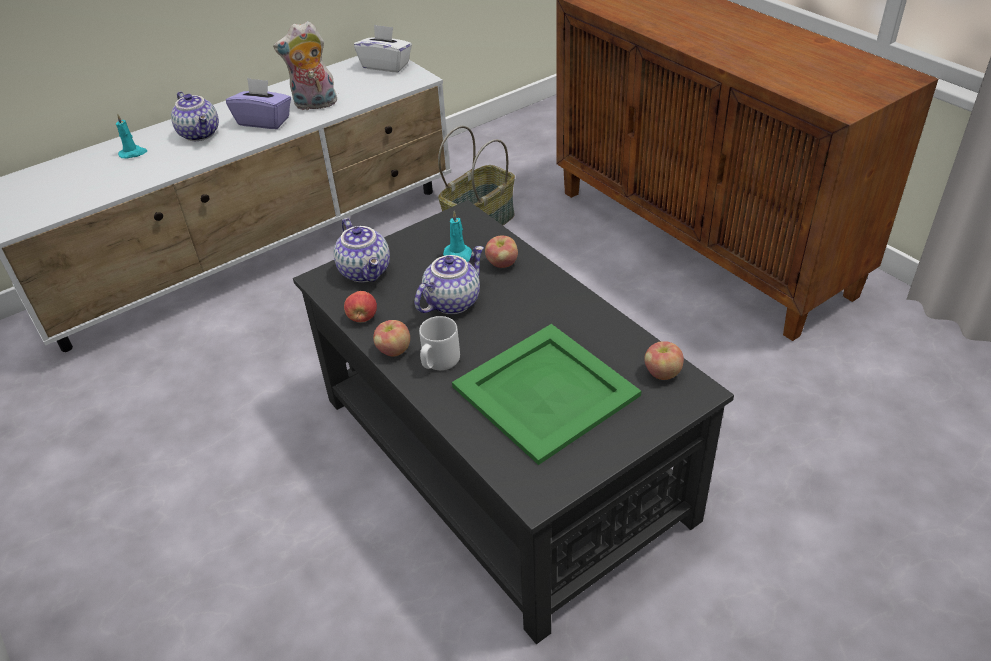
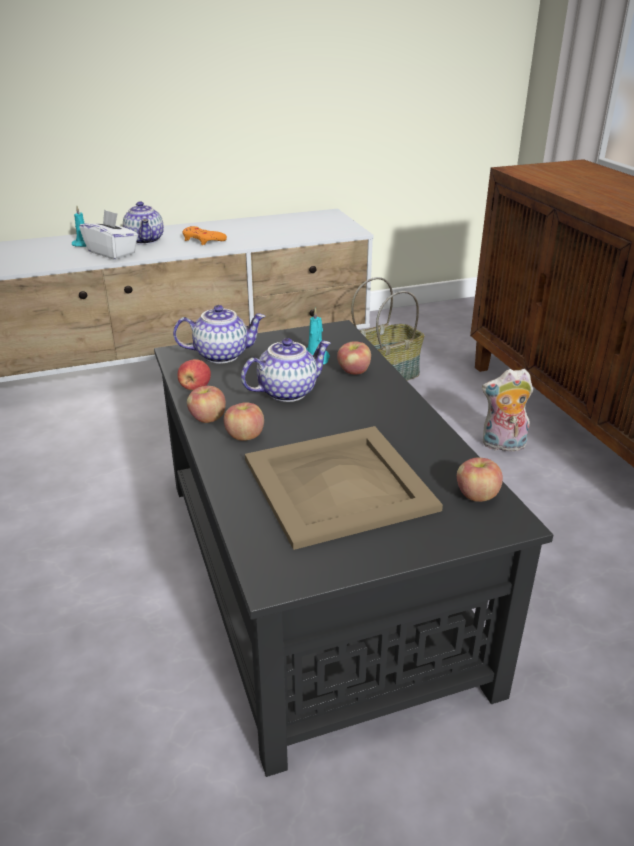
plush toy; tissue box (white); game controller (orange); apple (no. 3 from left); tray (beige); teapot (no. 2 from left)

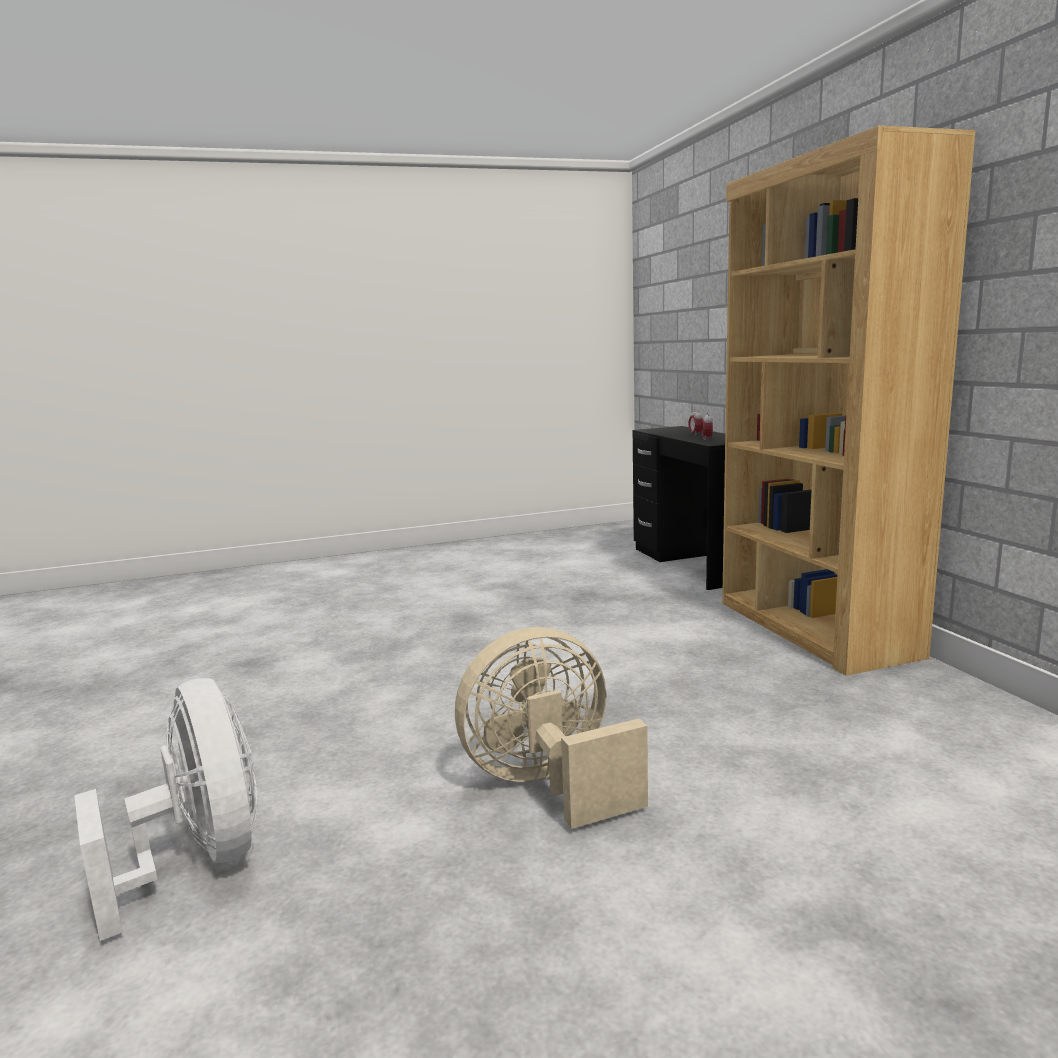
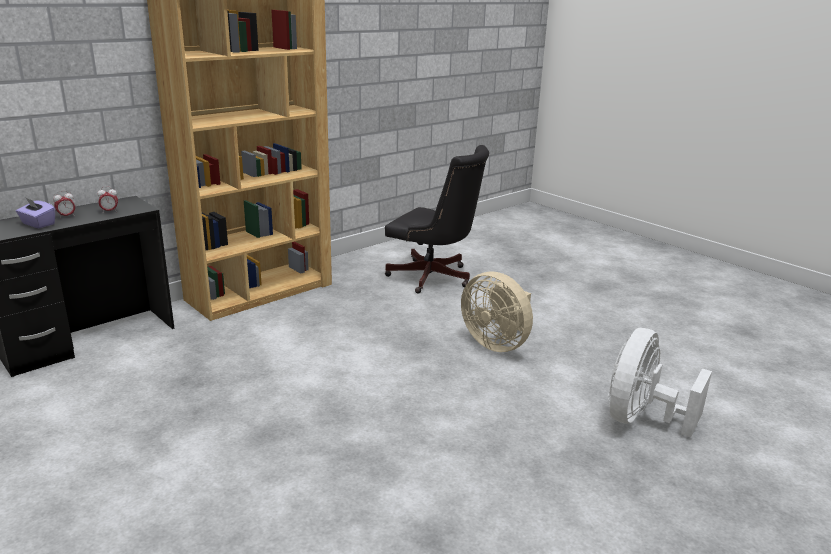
tissue box (purple); office chair (black)

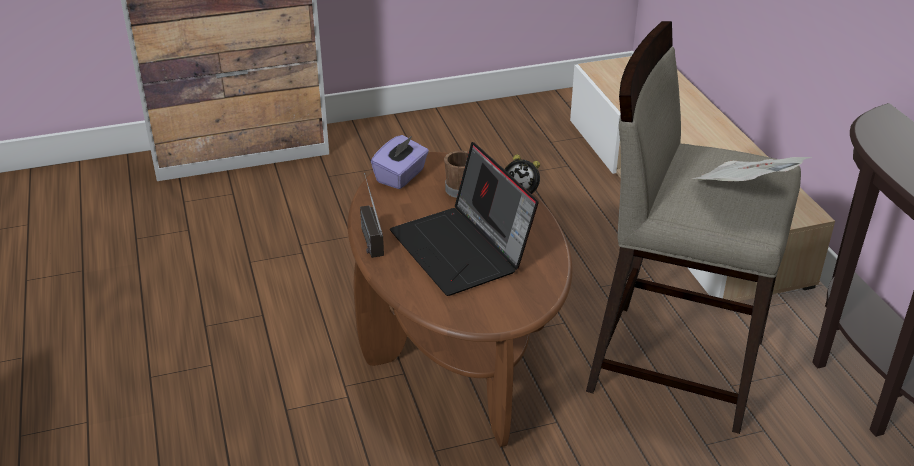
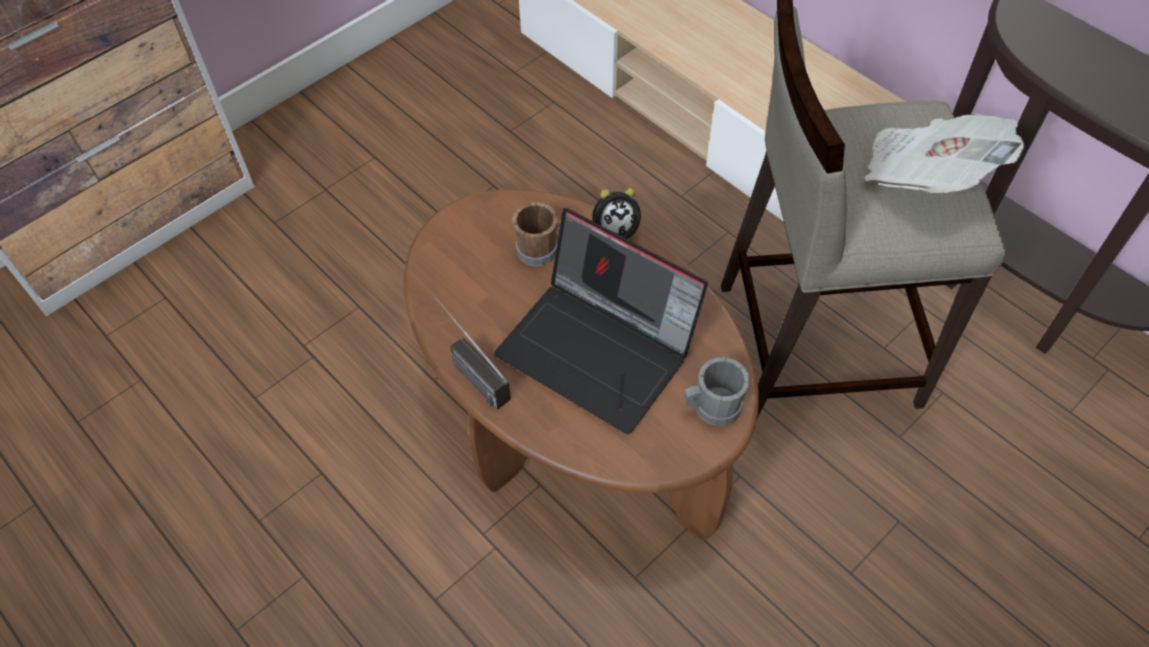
tissue box (purple); mug (grey)

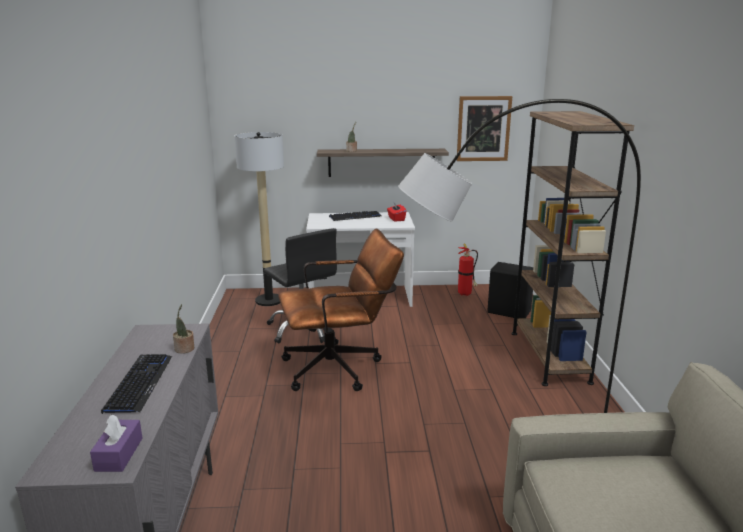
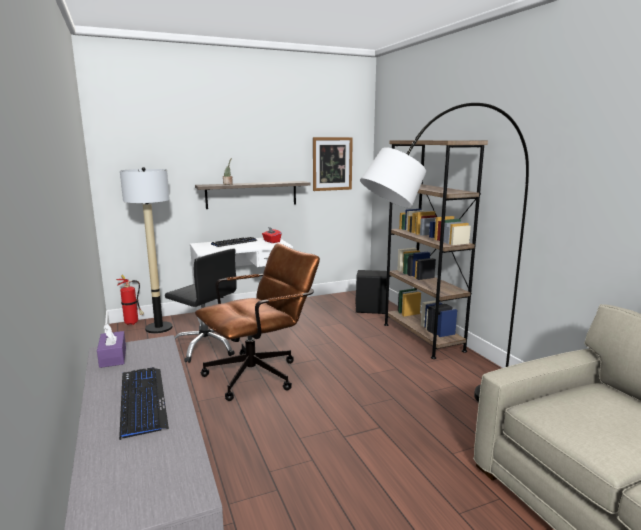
potted plant (no. 1 from left in the first image); tissue box (purple); fire extinguisher

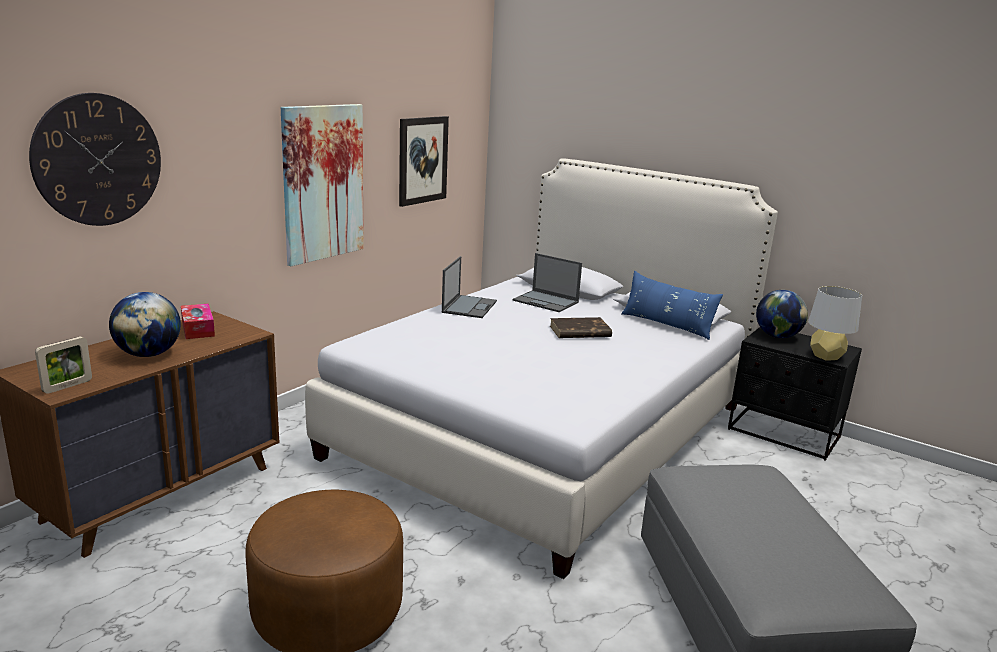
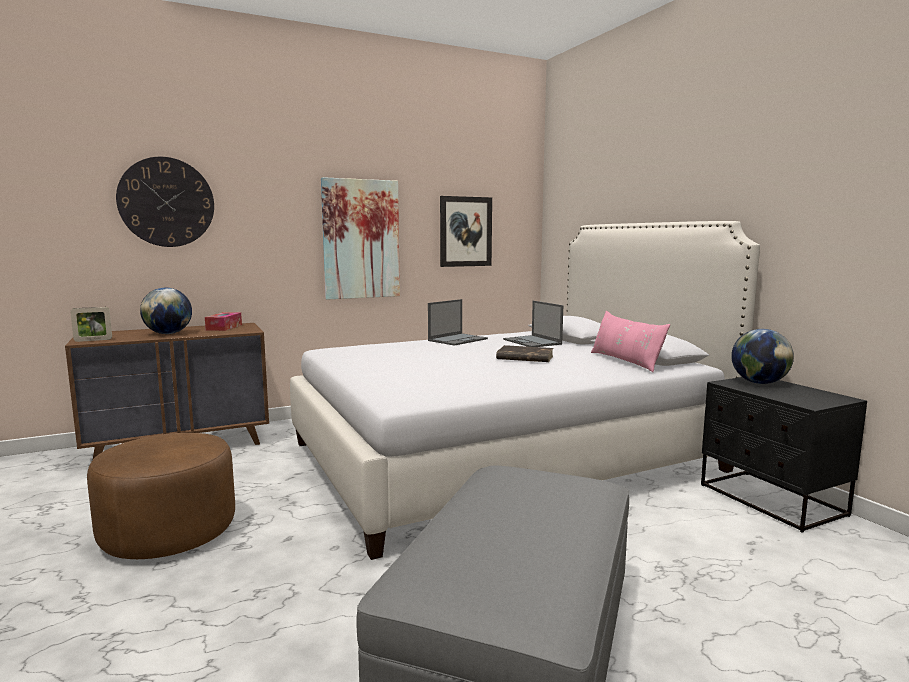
table lamp (grey); pillow (pink)

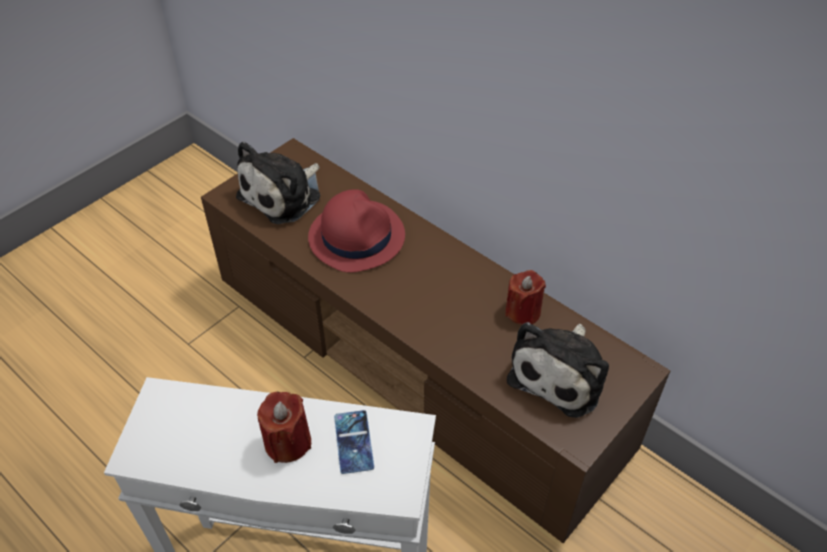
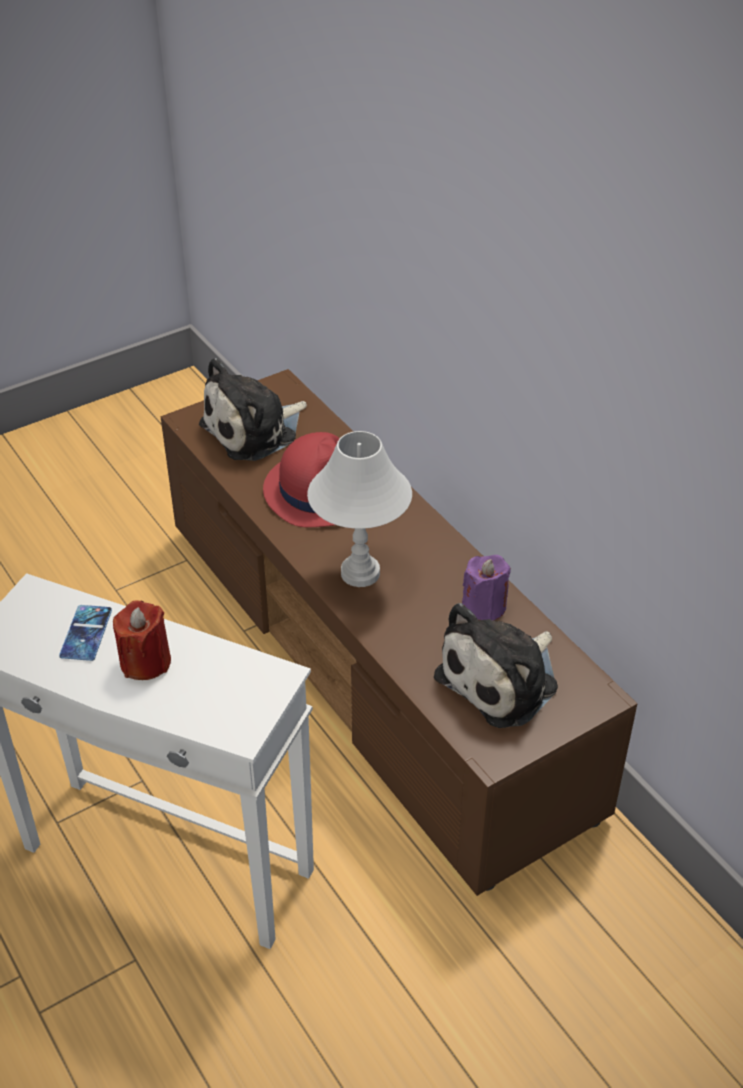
table lamp (white); phone; candle (purple)

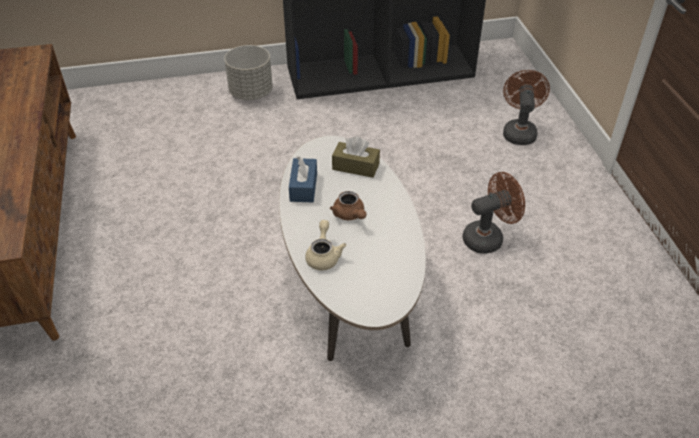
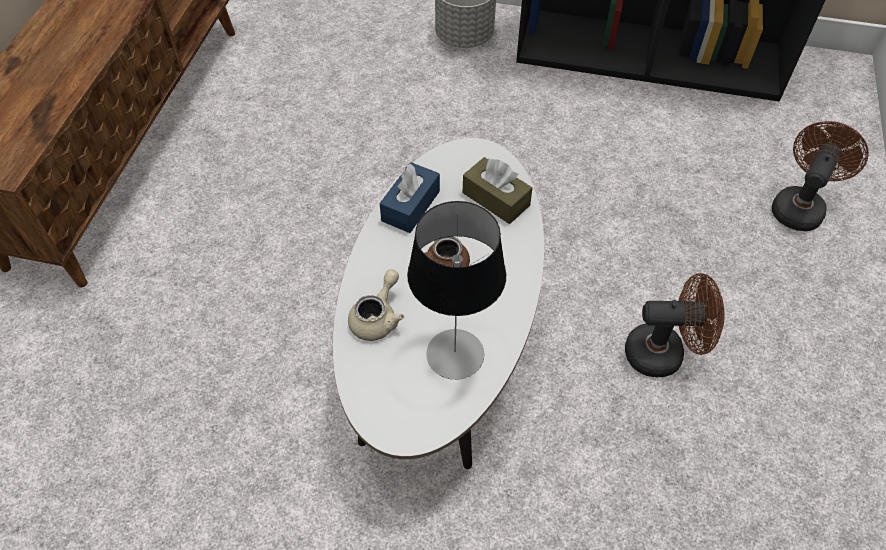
table lamp

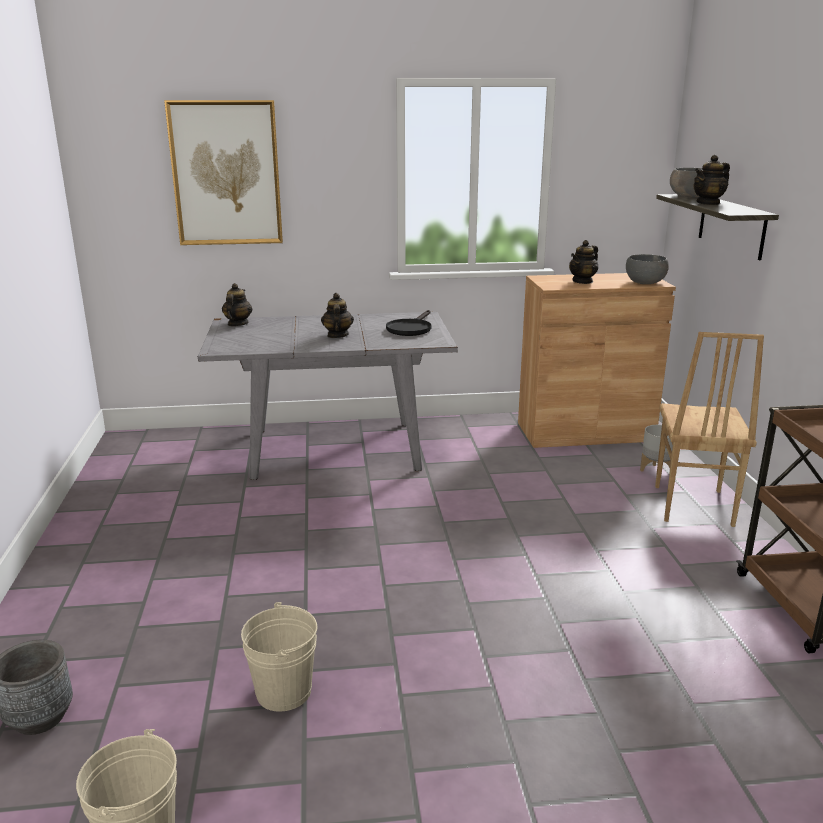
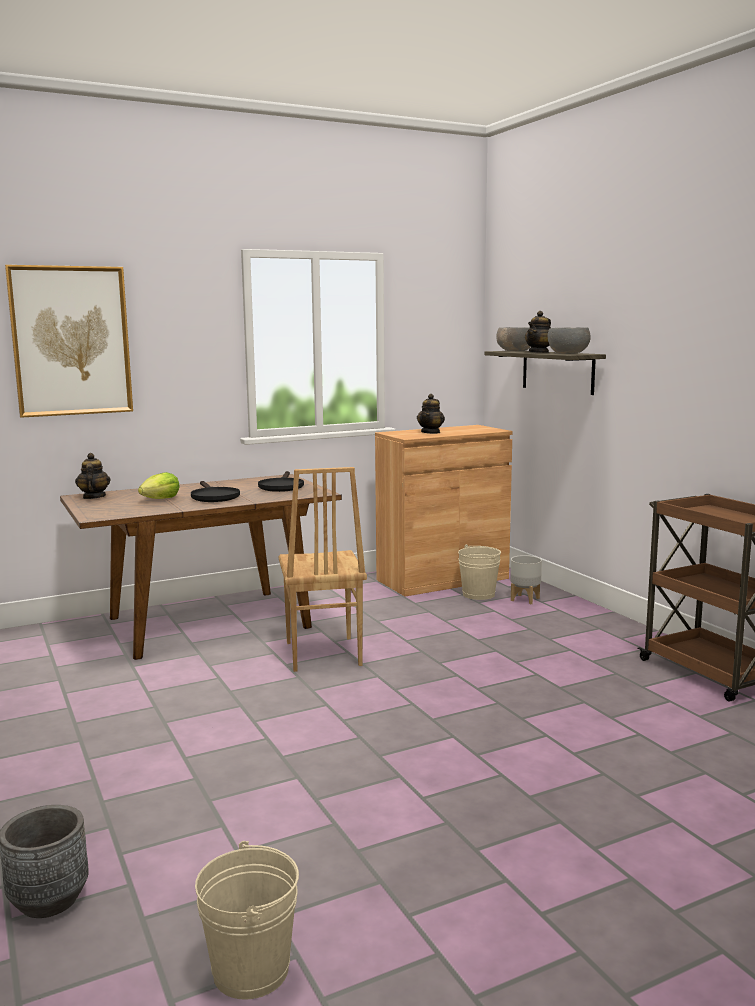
lettuce; bucket (beige) (no. 2 from left); bowl (grey) (no. 2 from left); chair (brown); frying pan (black) (no. 1 from left); dining table (brown)

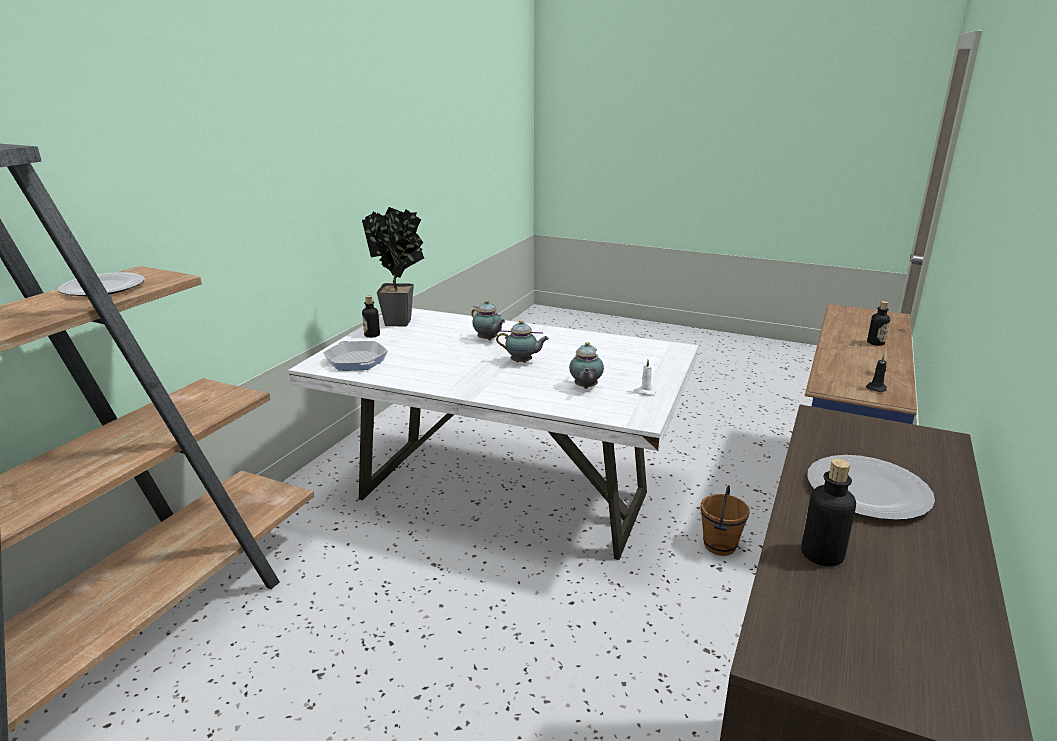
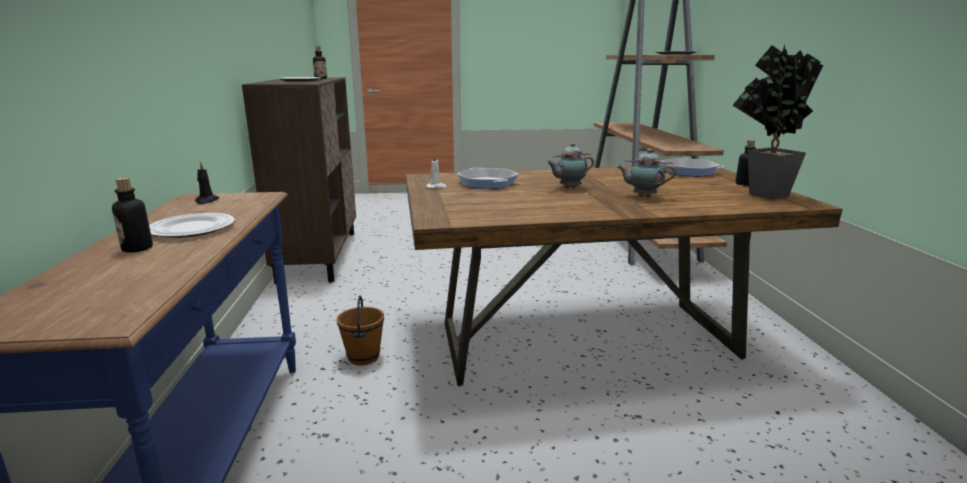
plate (no. 1 from left); frying pan (no. 1 from left); dining table (brown)

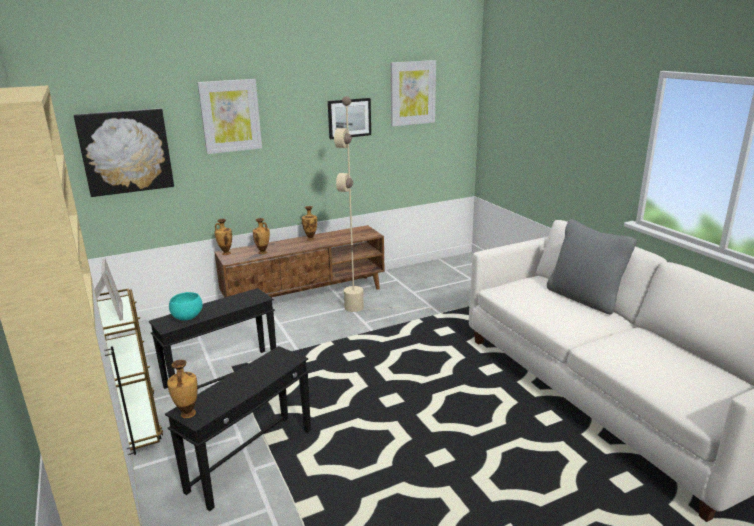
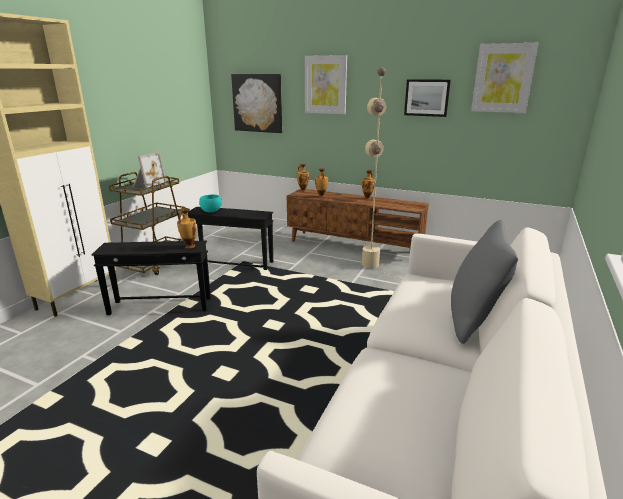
vase (no. 1 from left)

